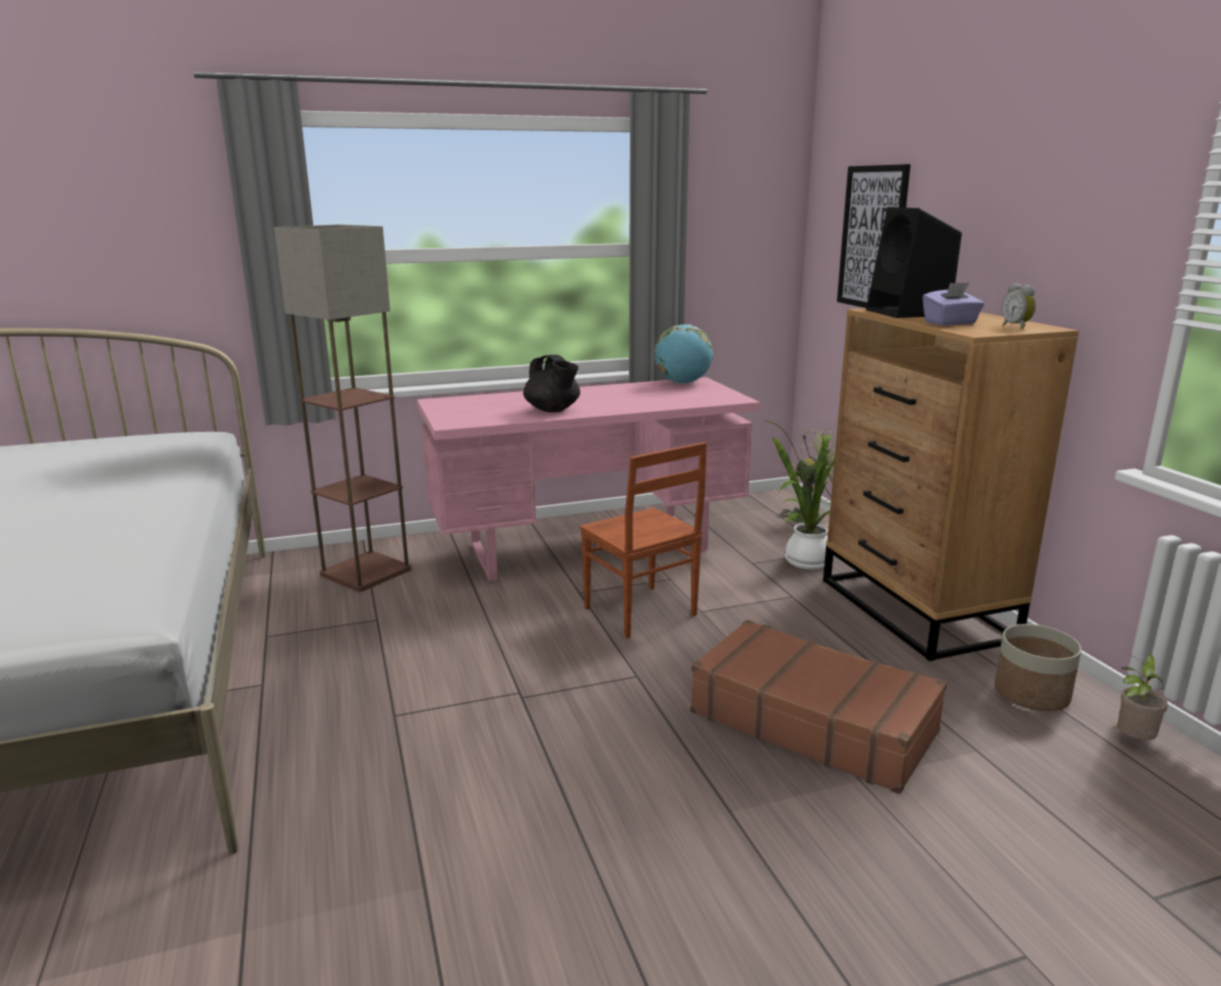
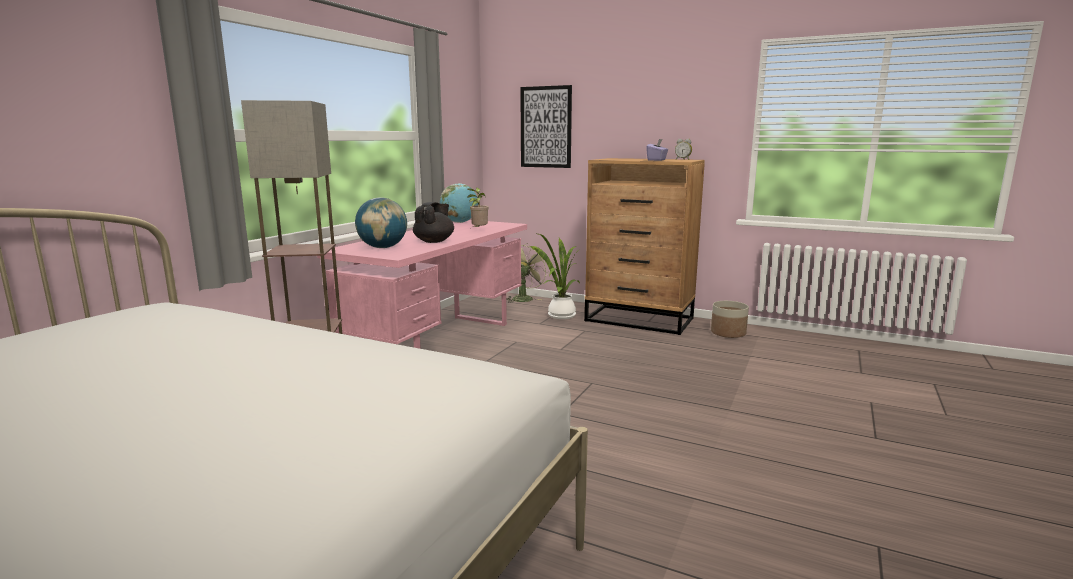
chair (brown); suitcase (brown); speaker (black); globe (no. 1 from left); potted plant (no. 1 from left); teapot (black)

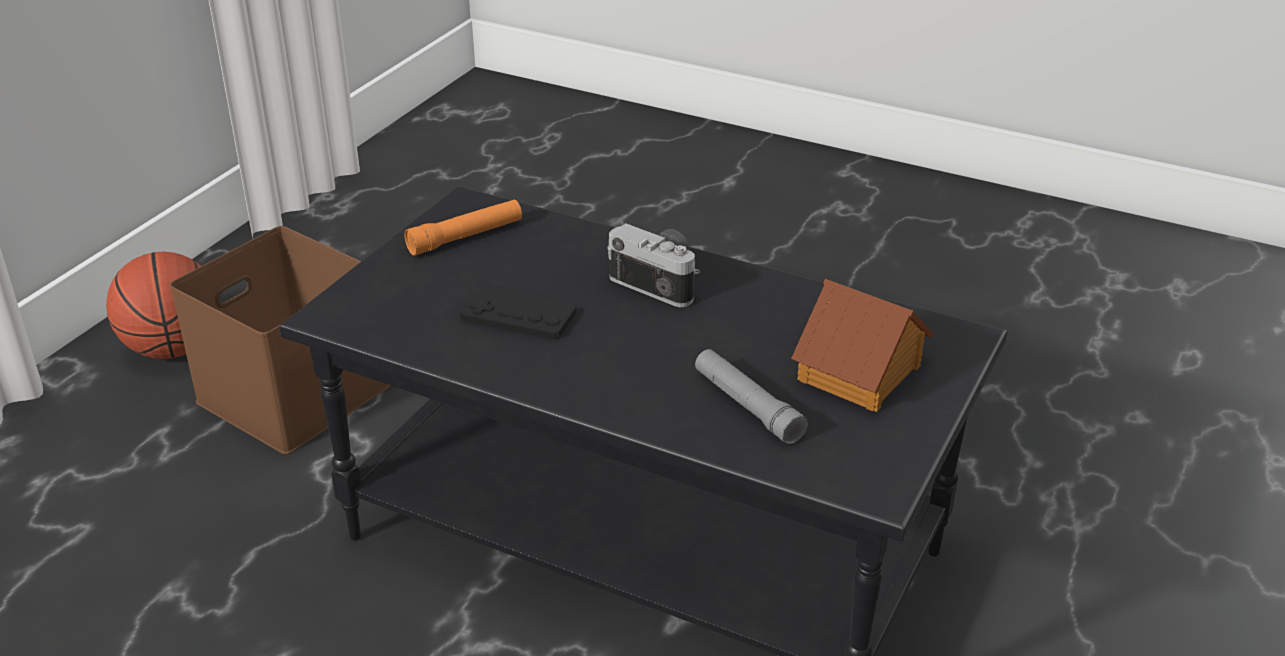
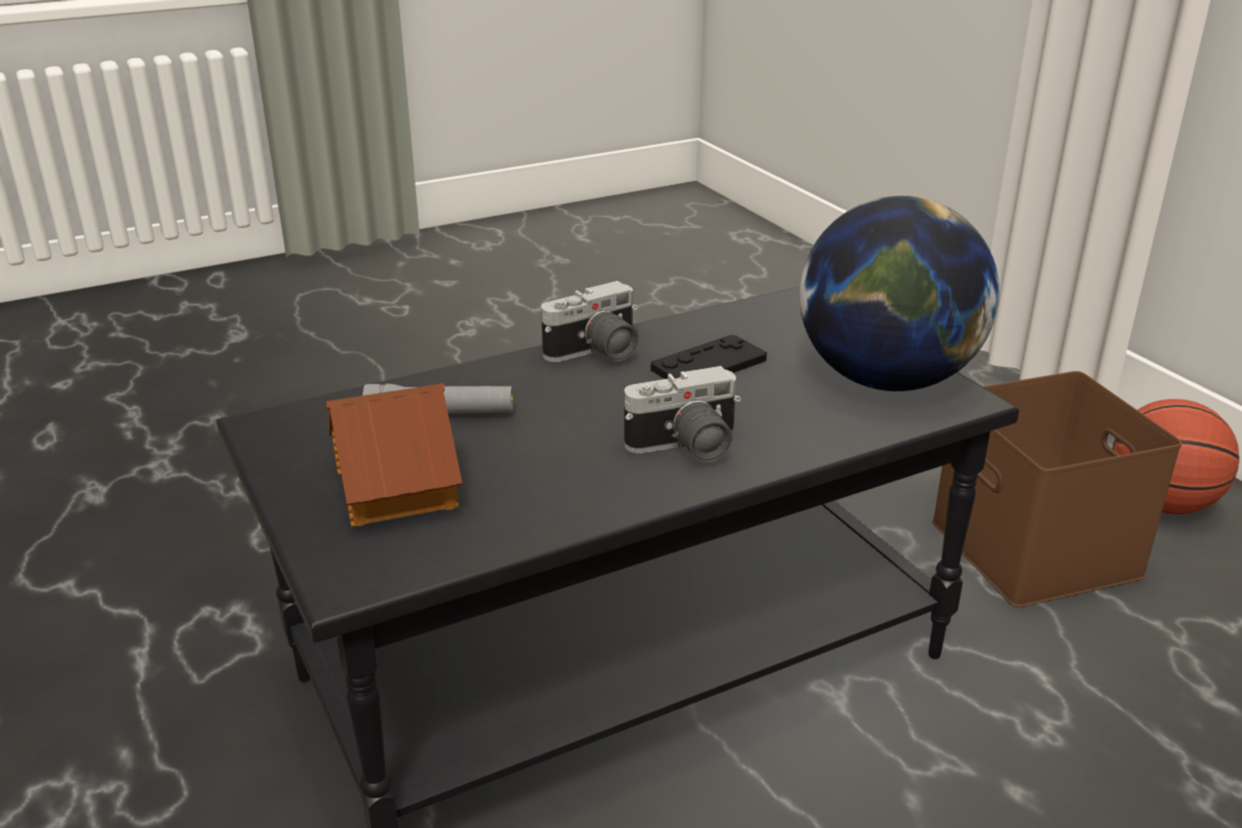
photo camera (no. 1 from left); globe

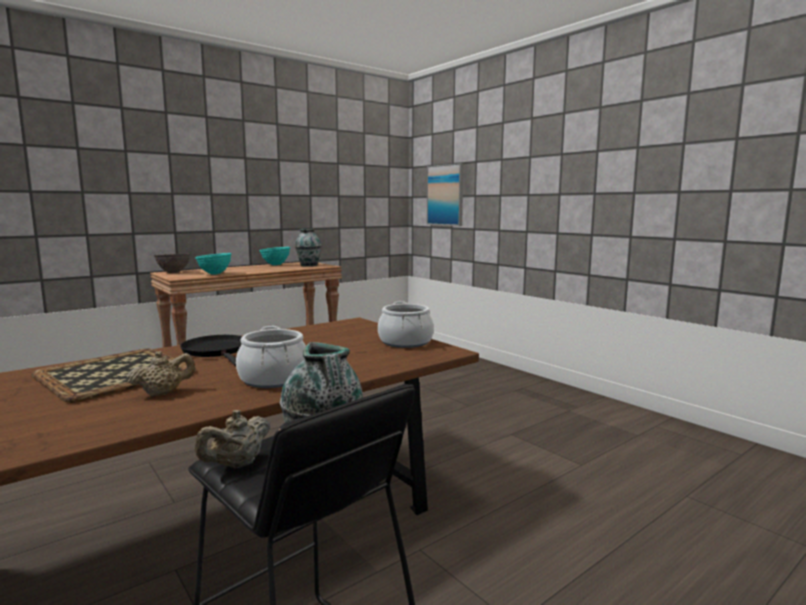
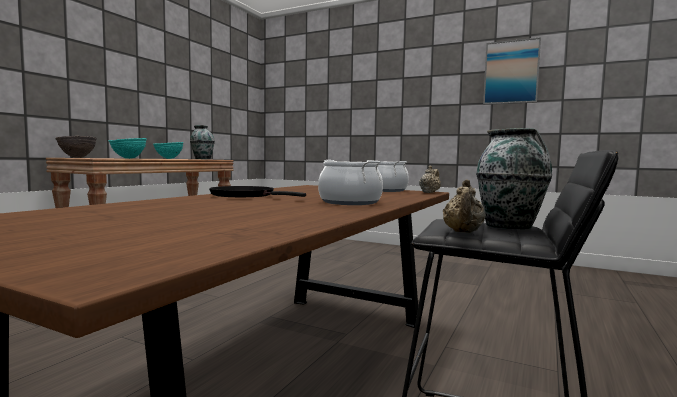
tray; teapot (beige) (no. 1 from left); picture

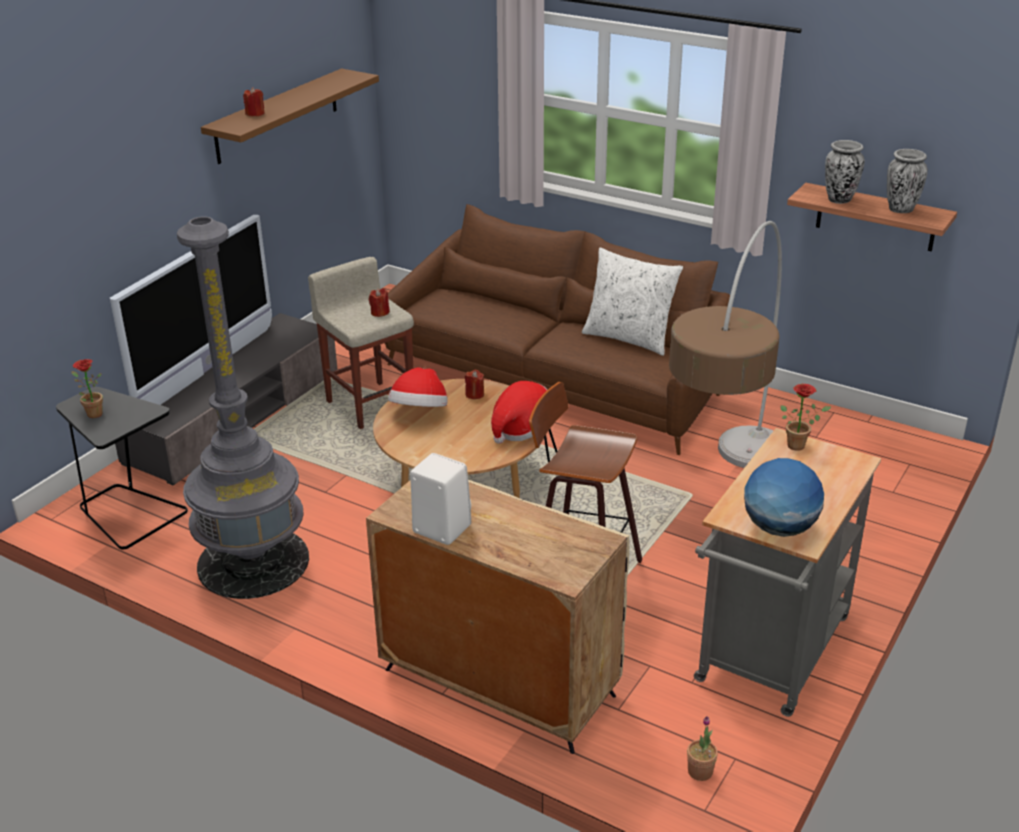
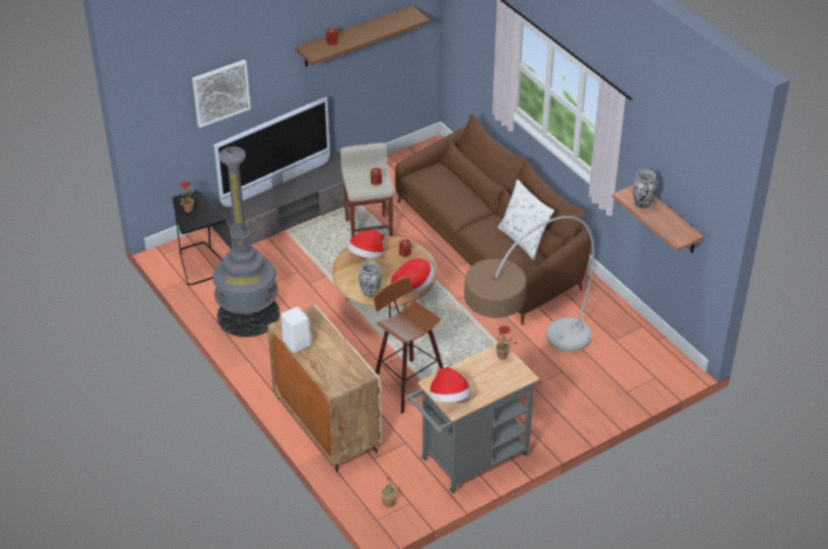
picture; vase (no. 1 from left); hat (no. 3 from left)

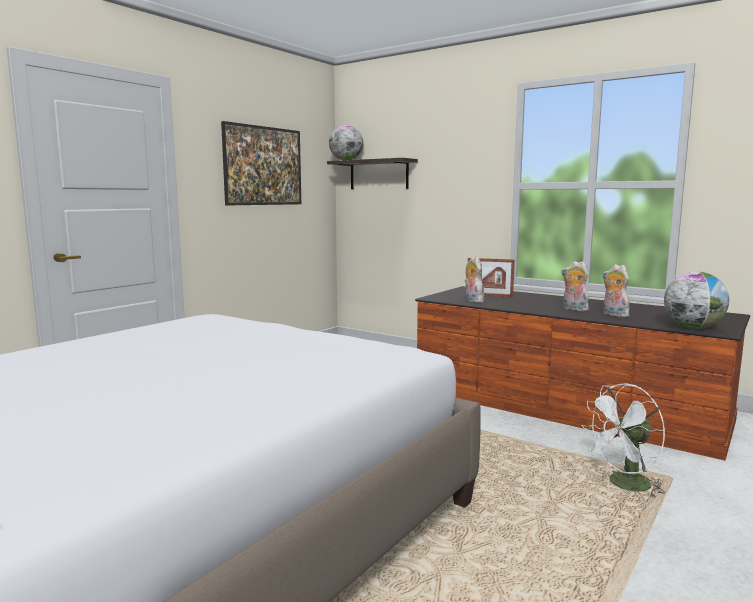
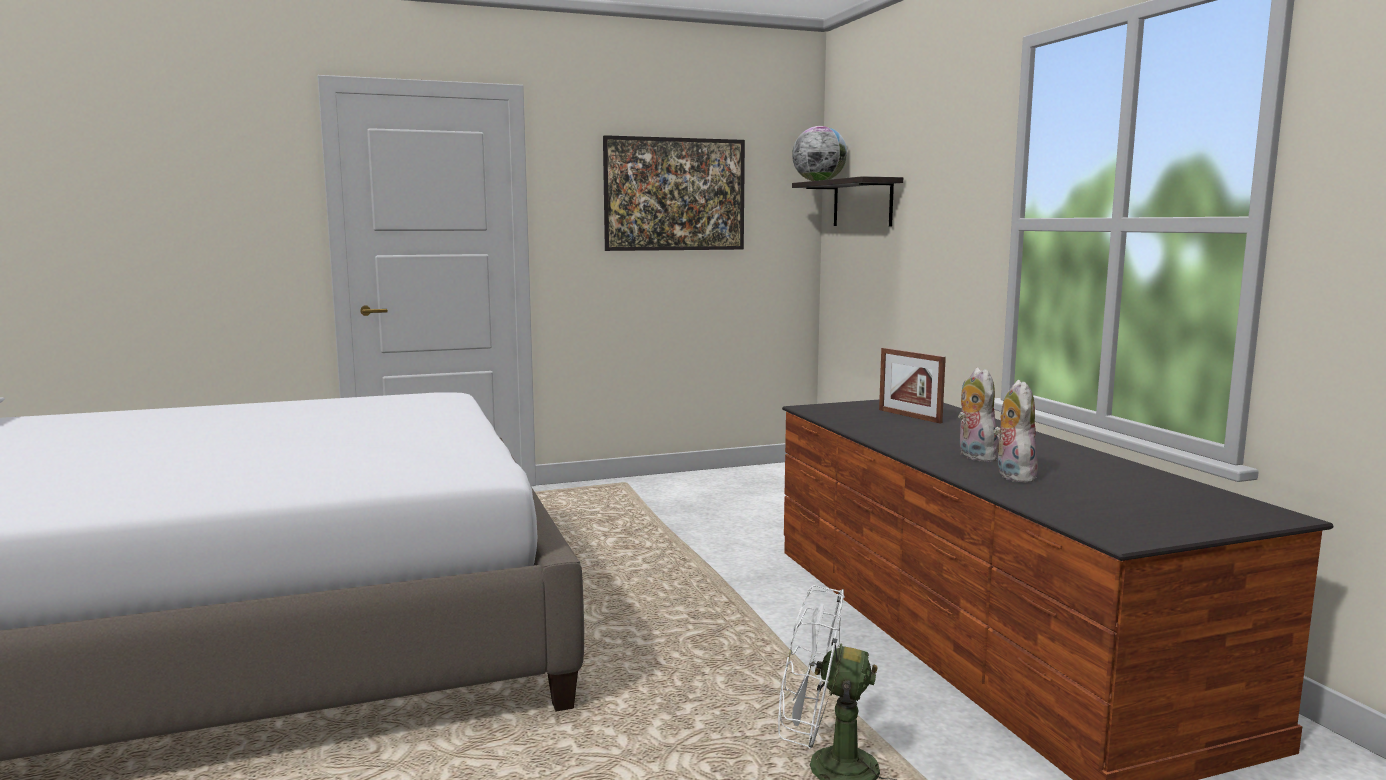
plush toy (no. 1 from left in the first image); globe (no. 2 from left in the first image)

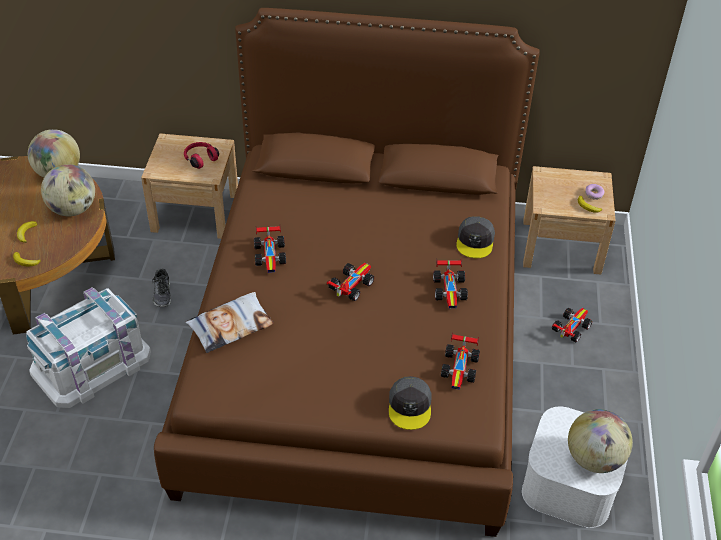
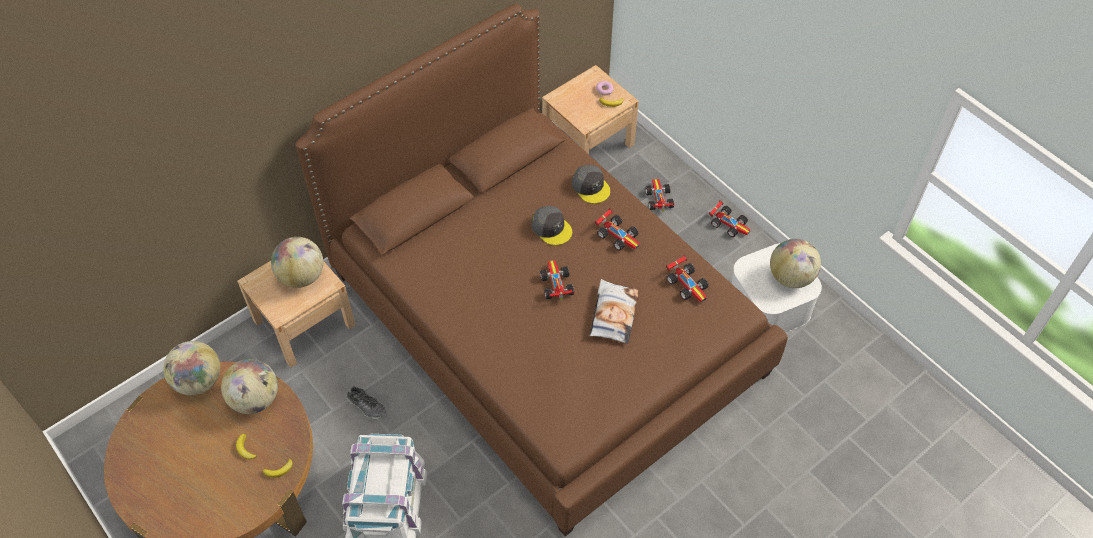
pillow; toy car (no. 5 from left); cap (grey) (no. 1 from left); globe (no. 3 from left)

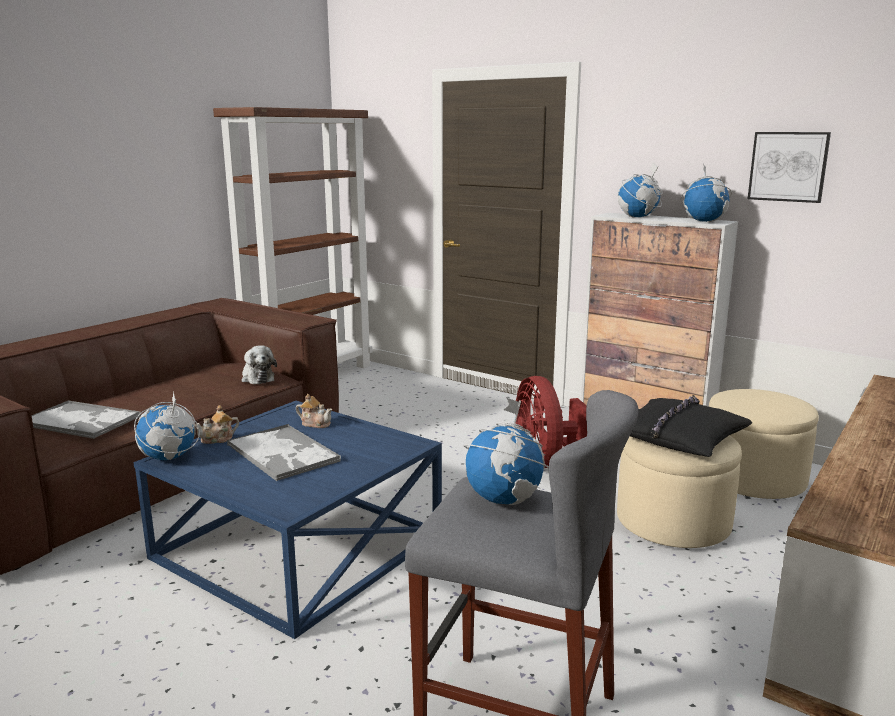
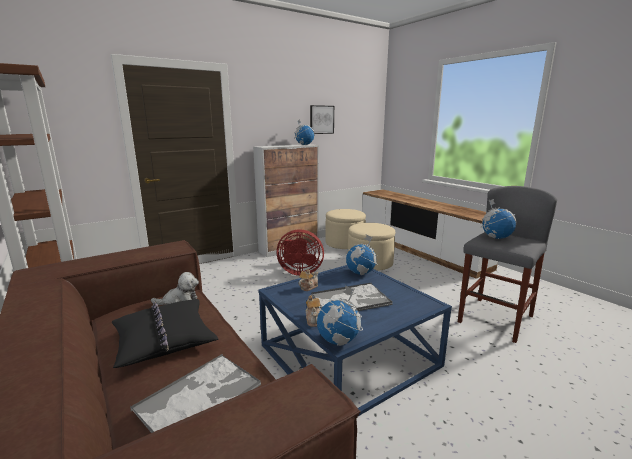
globe (no. 3 from left); pillow (black)

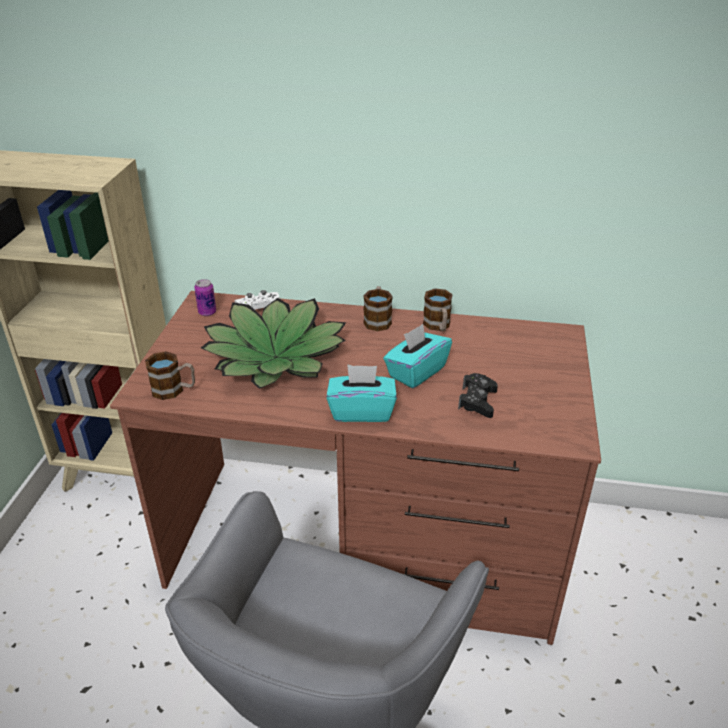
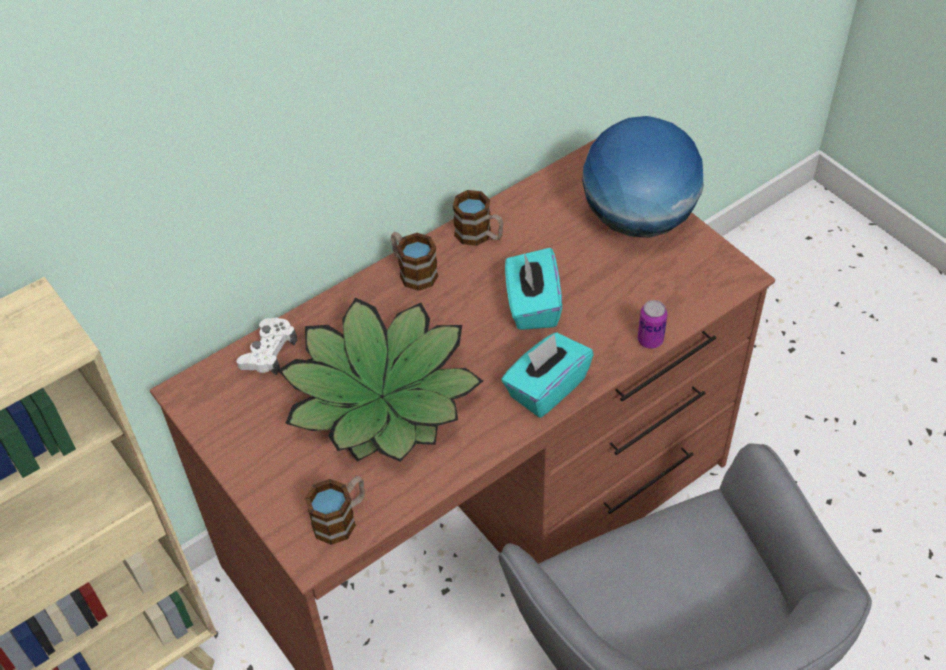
game controller (black); globe; can

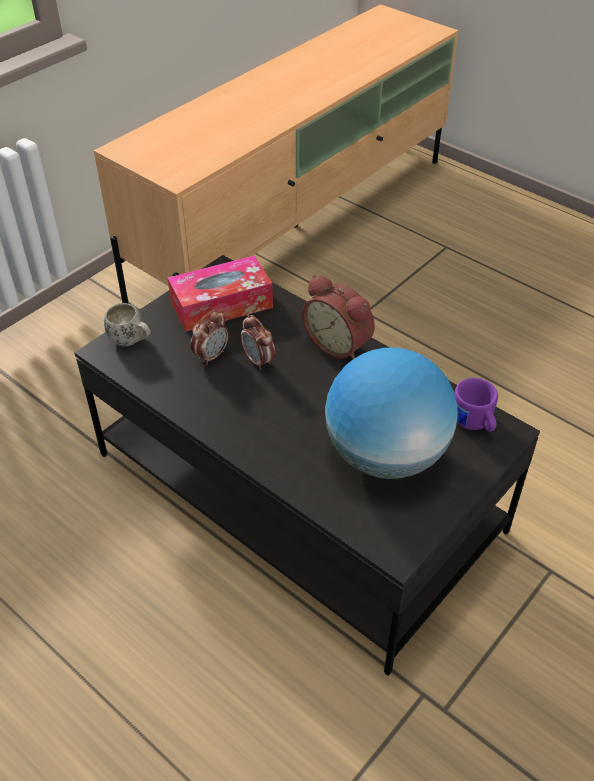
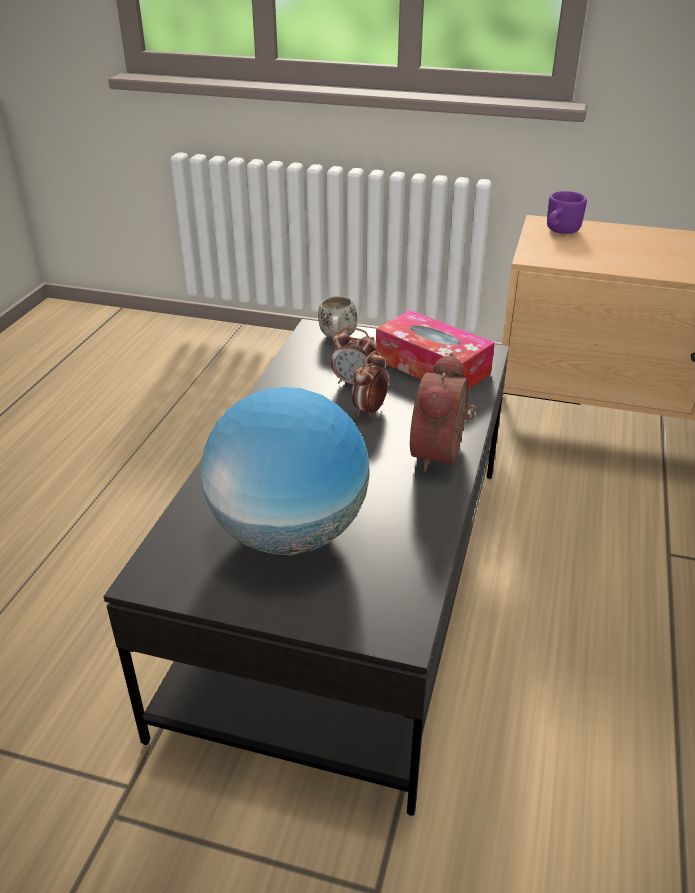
mug (purple)

